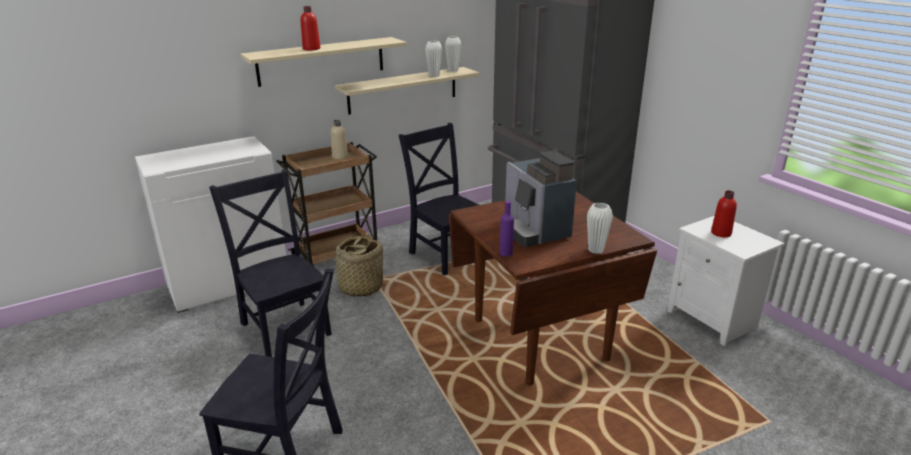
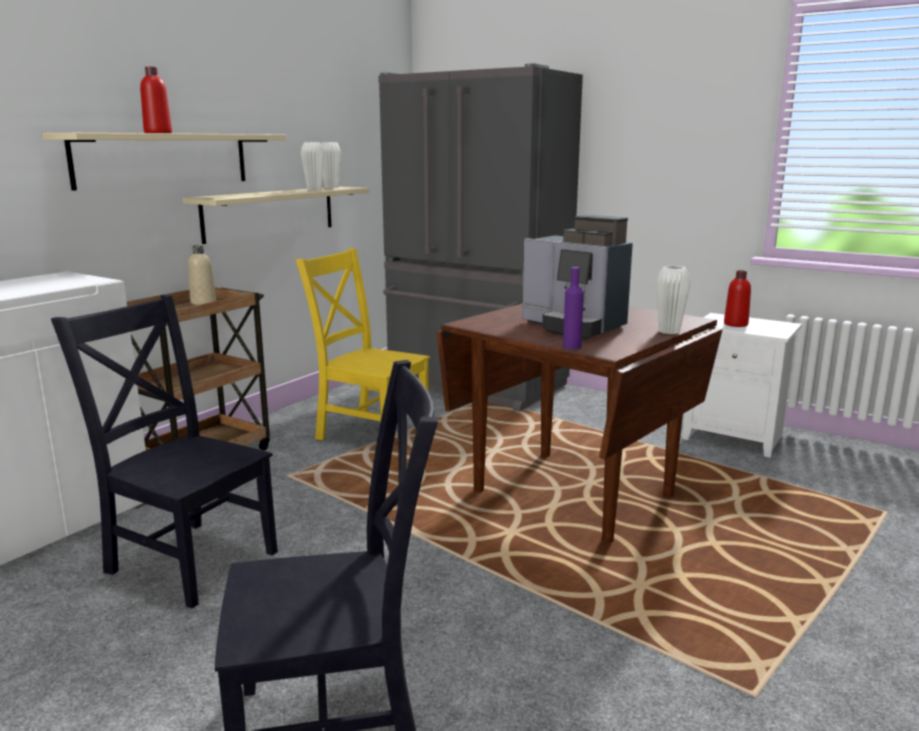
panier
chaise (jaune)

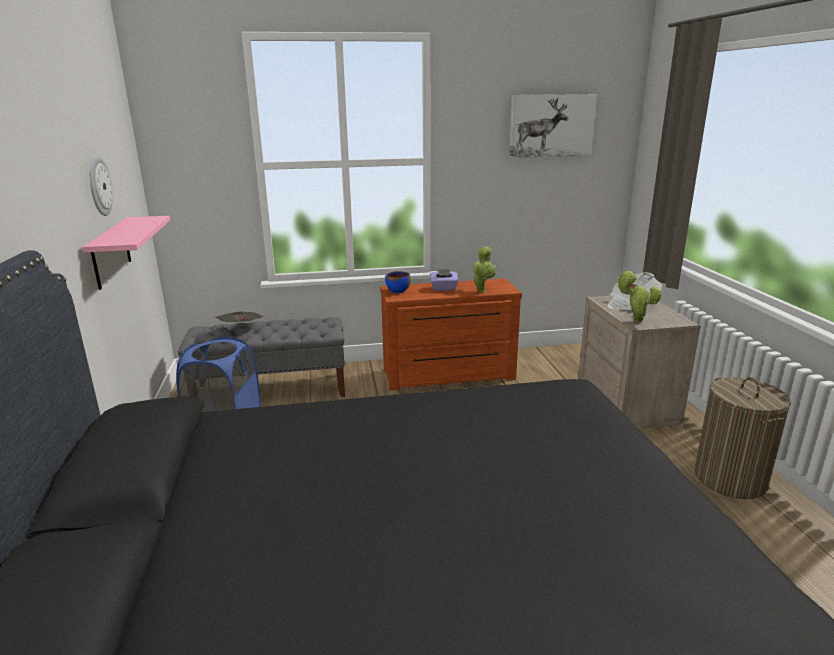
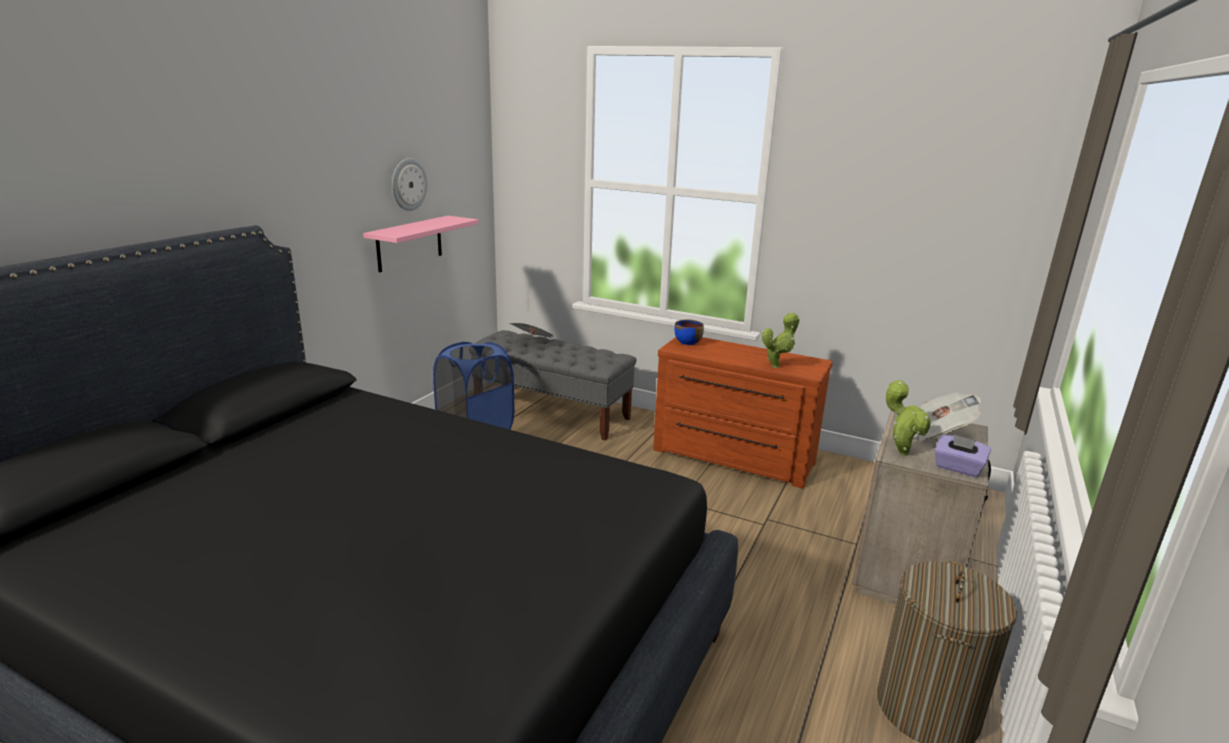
boîte à mouchoirs (violet)
tableau

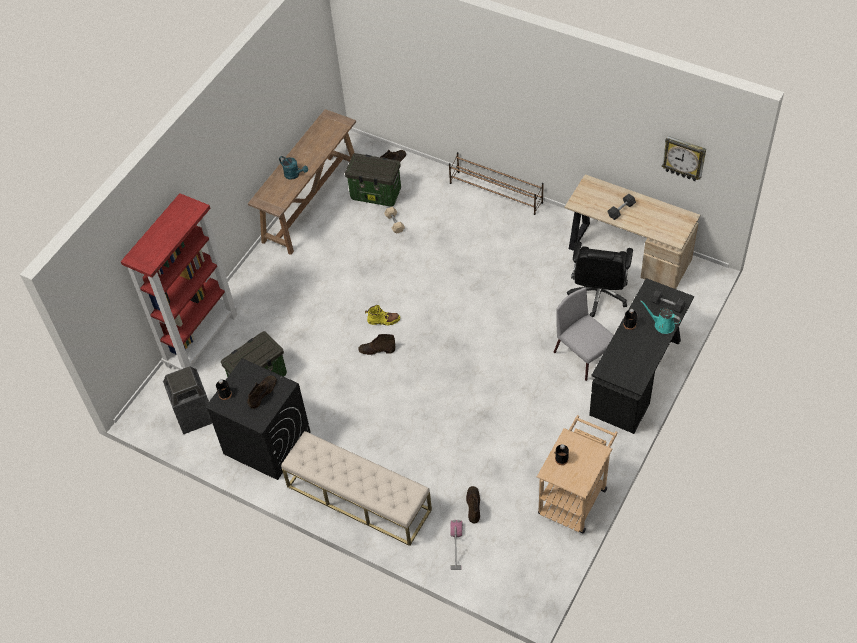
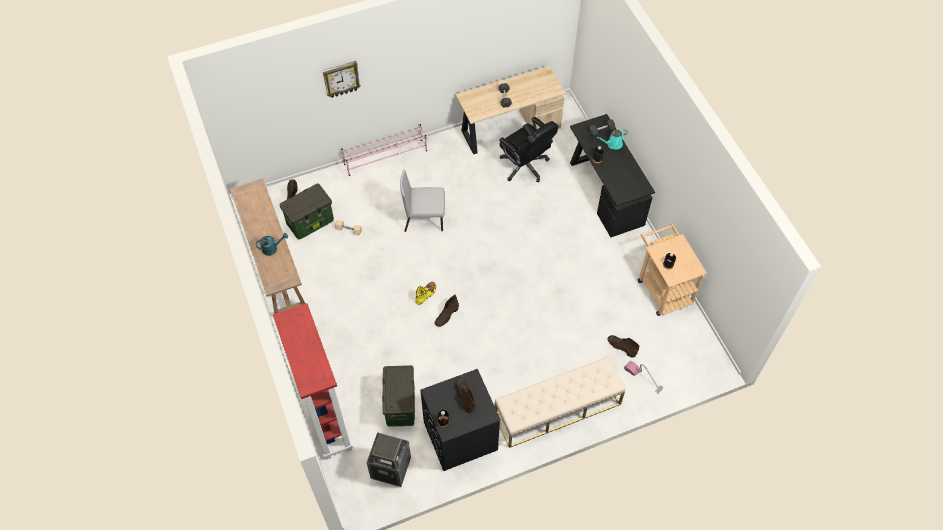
étagère à chaussures (rose)
chaise (gris)
horloge murale

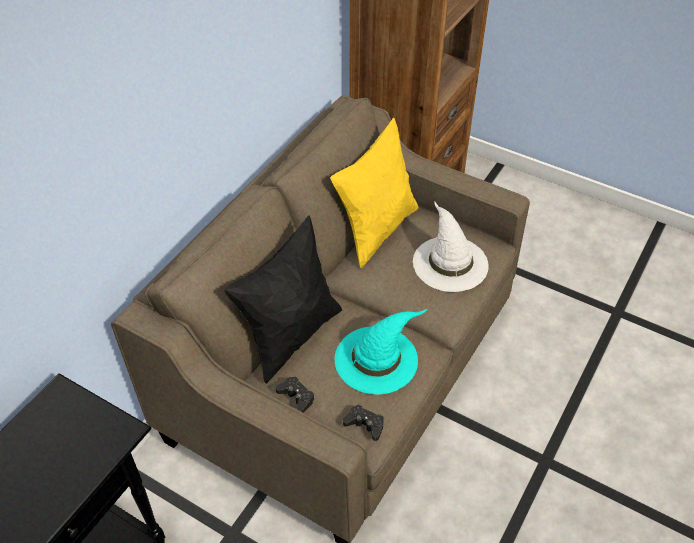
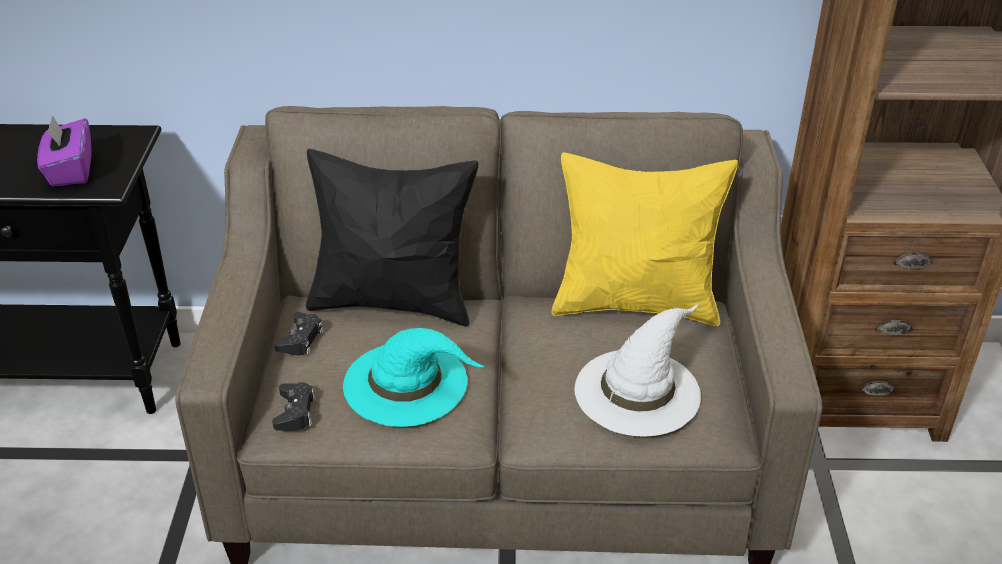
boîte à mouchoirs (violet)

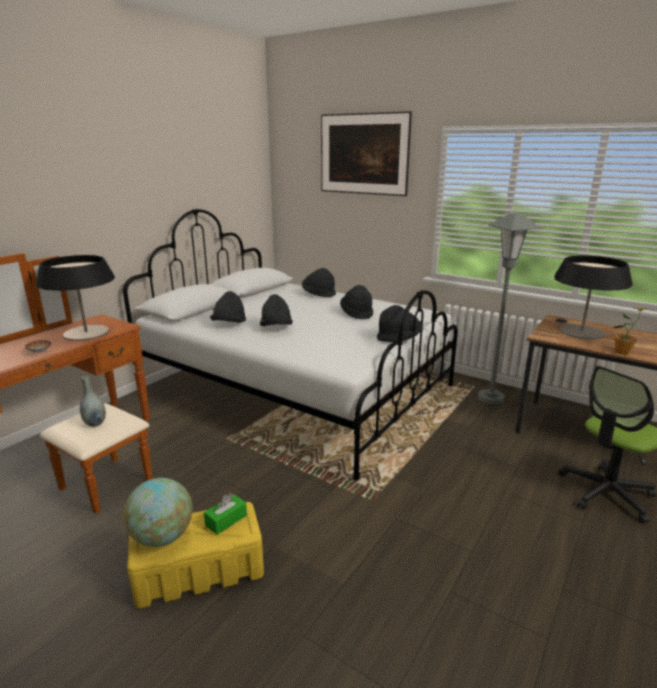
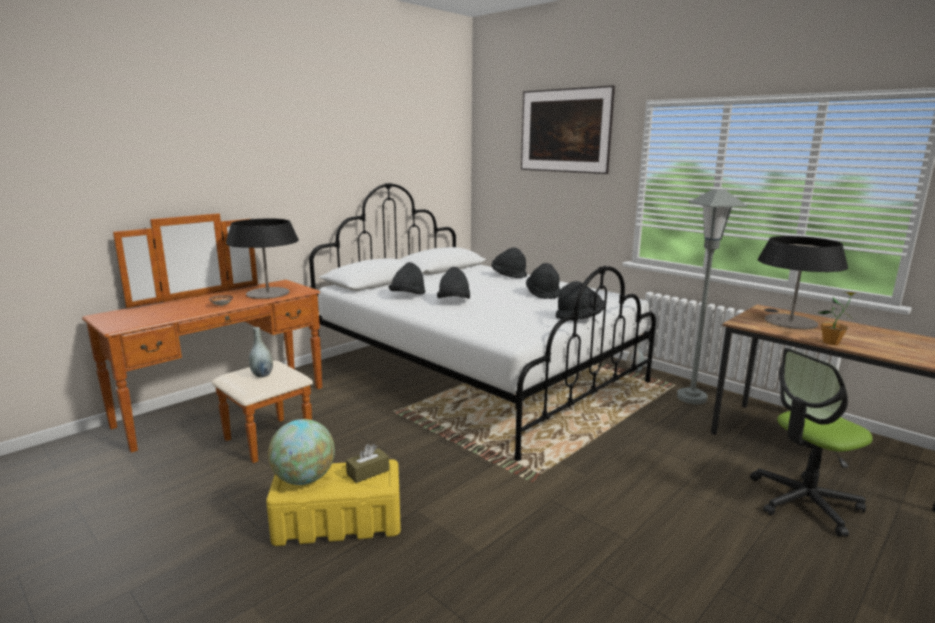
boîte à mouchoirs (marron)

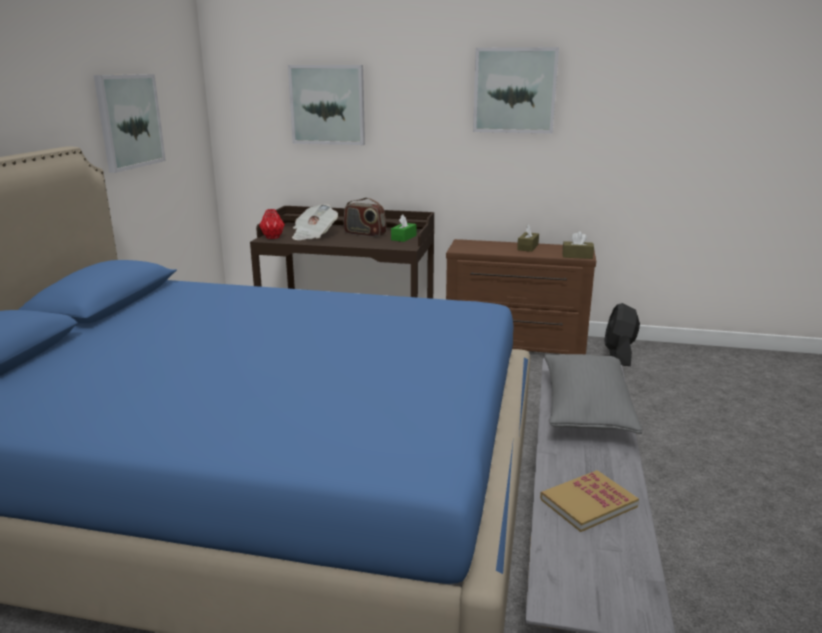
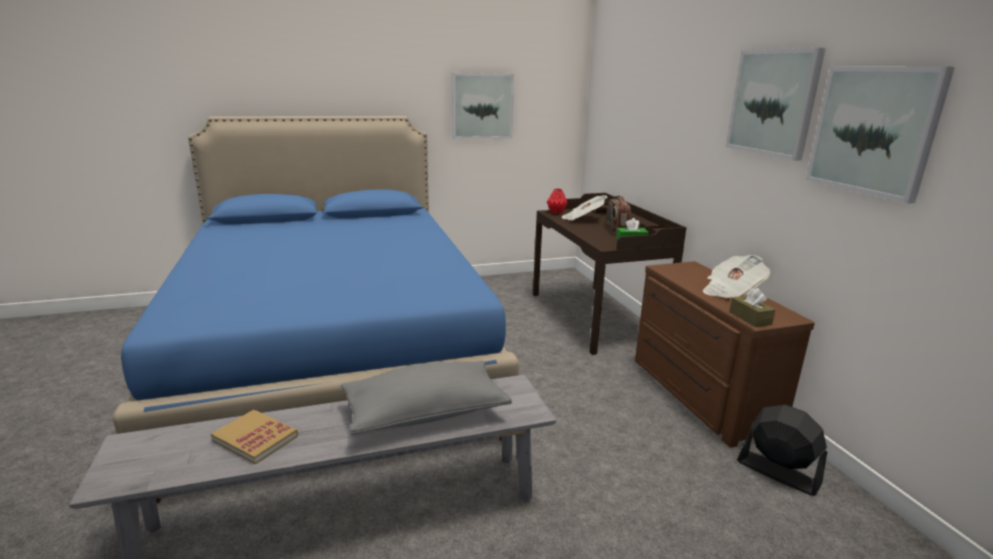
tableau (no. 3 from left)
journal (no. 2 from left)
ventilateur (noir)

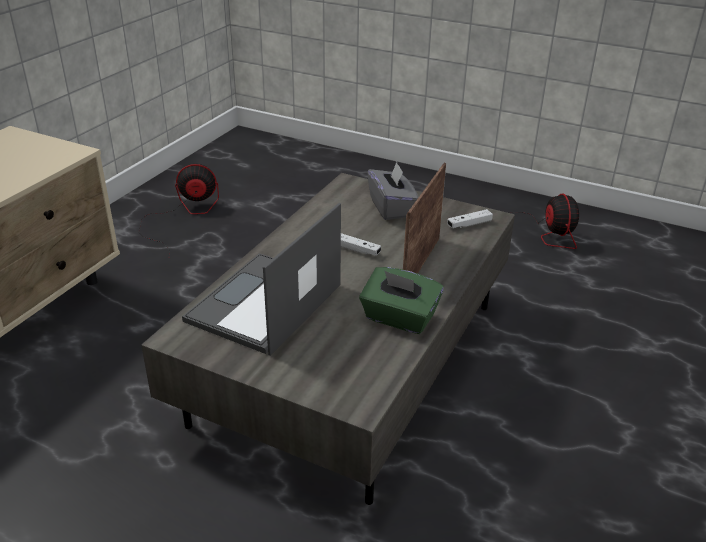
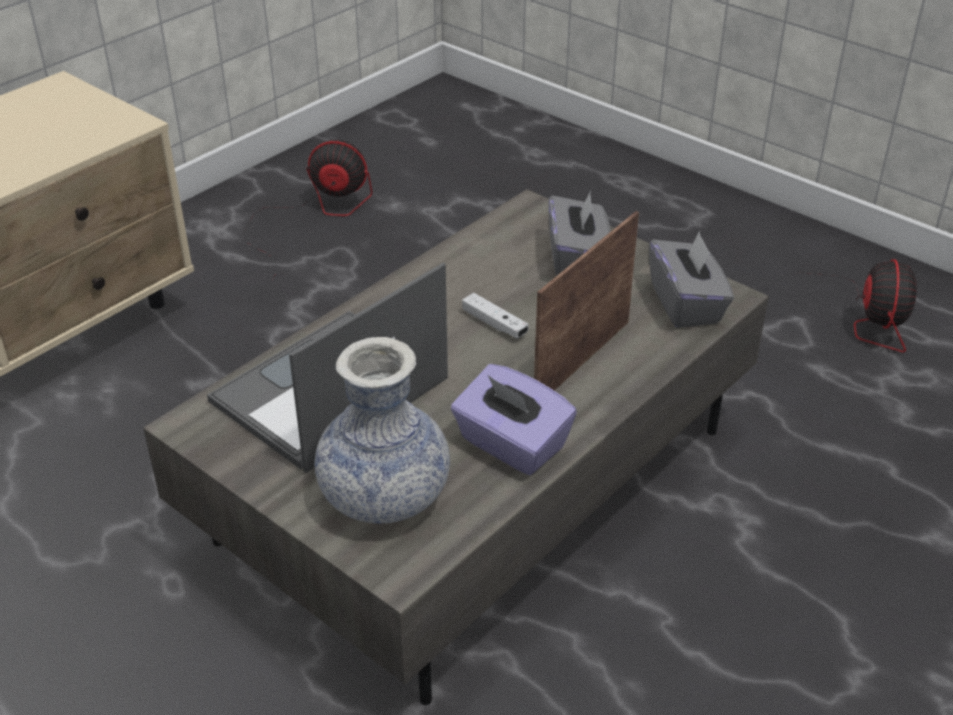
boîte à mouchoirs (violet)
boîte à mouchoirs (gris) (no. 2 from left)
vase

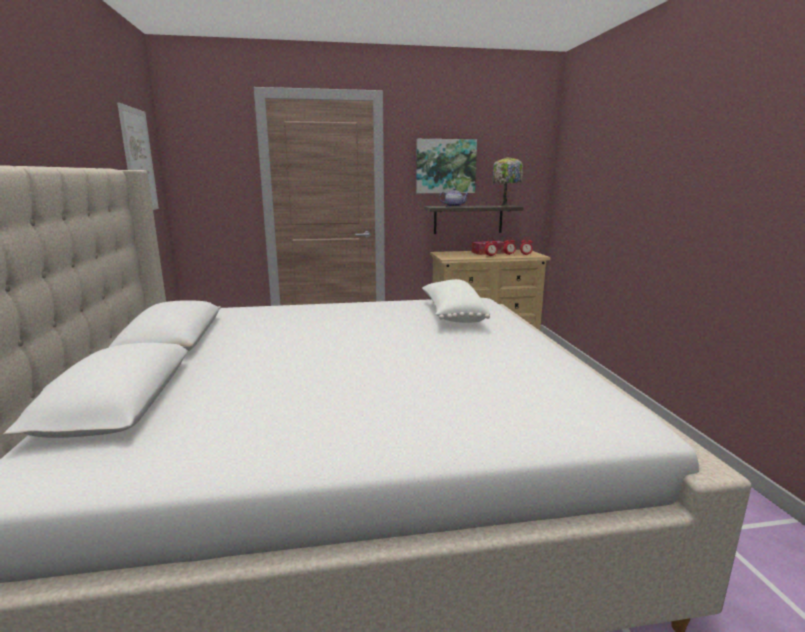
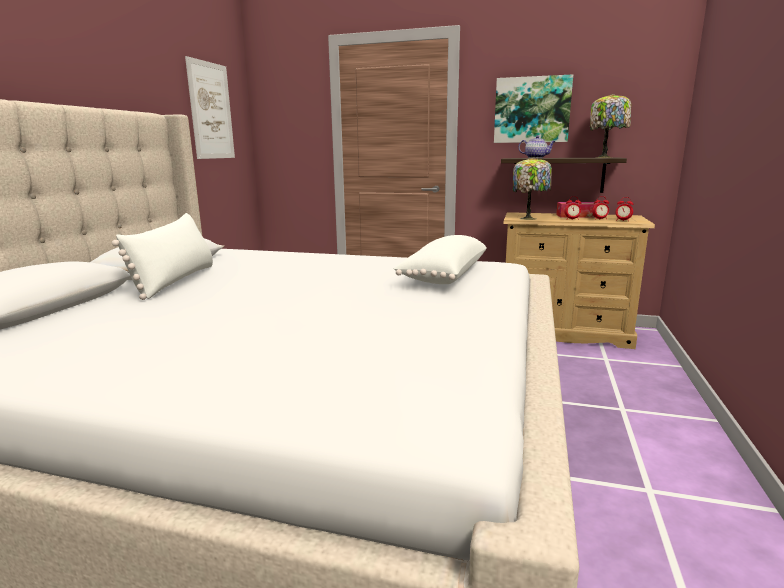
coussin (blanc) (no. 1 from left)
lampe de table (no. 1 from left)

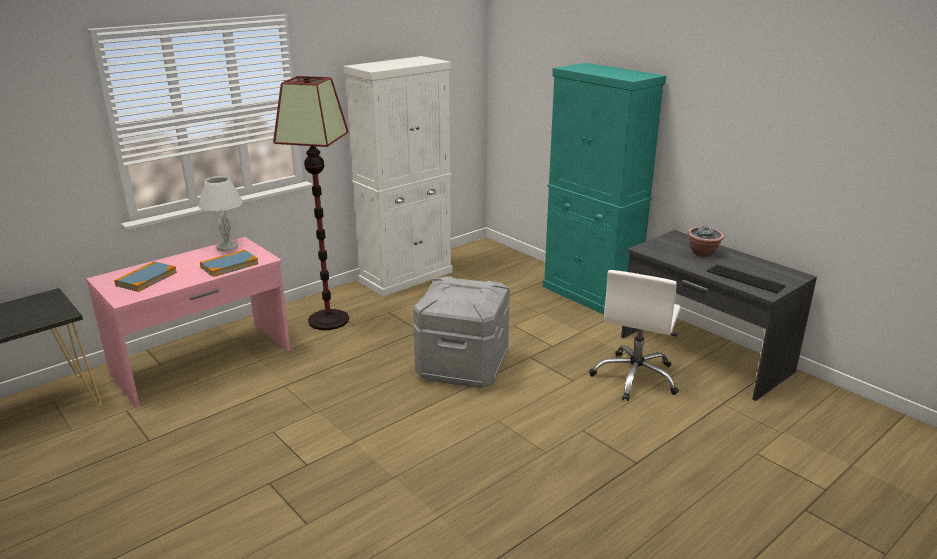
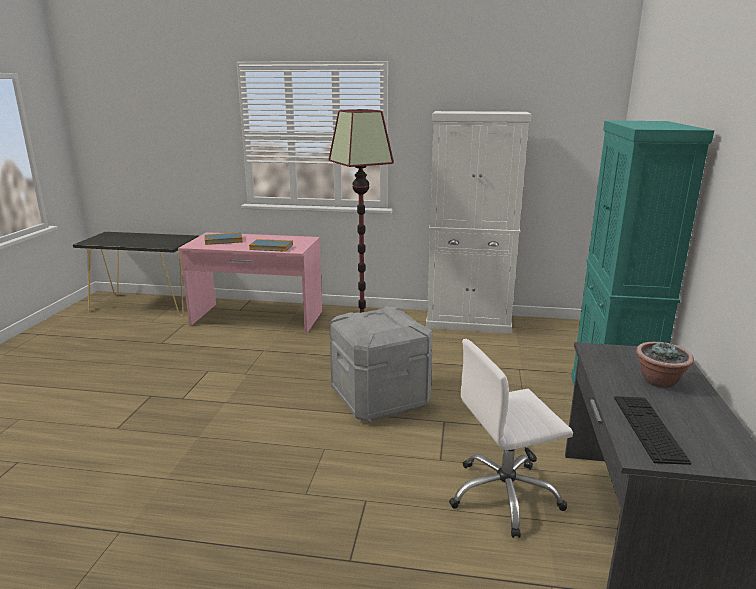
lampe de table (blanc)

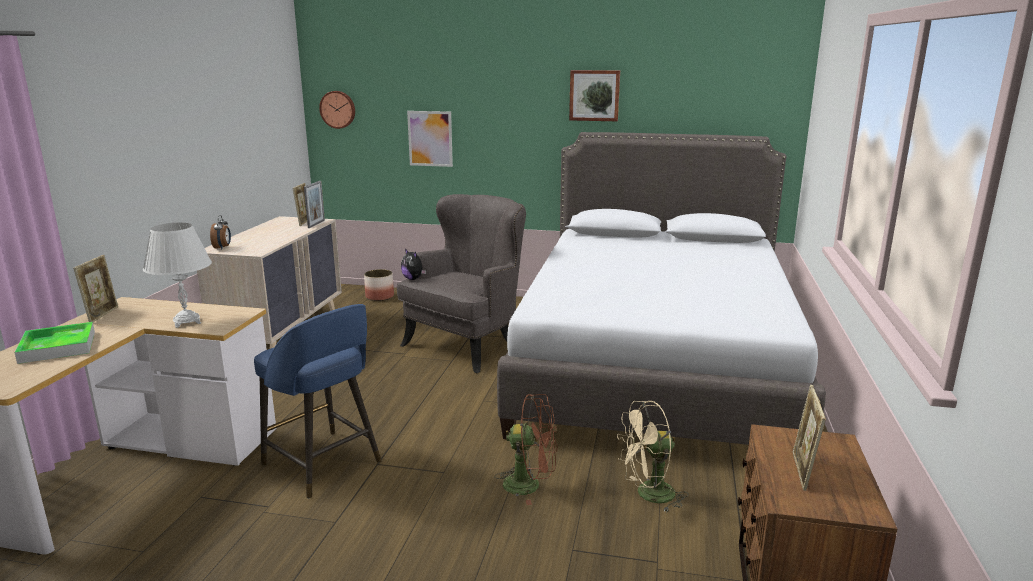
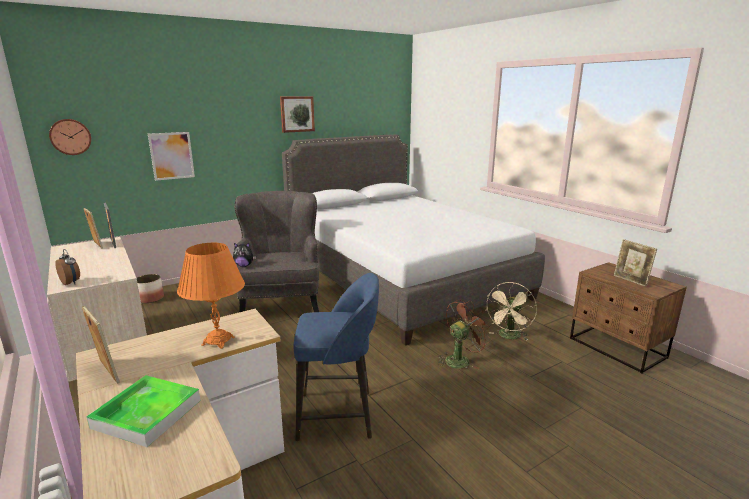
lampe de table (orange)

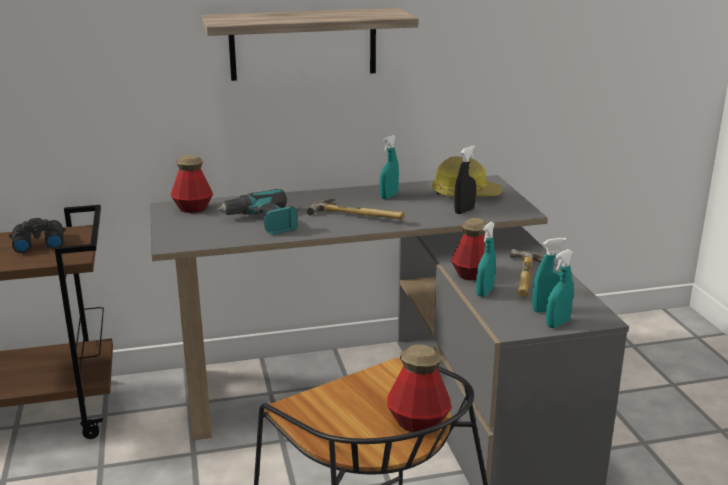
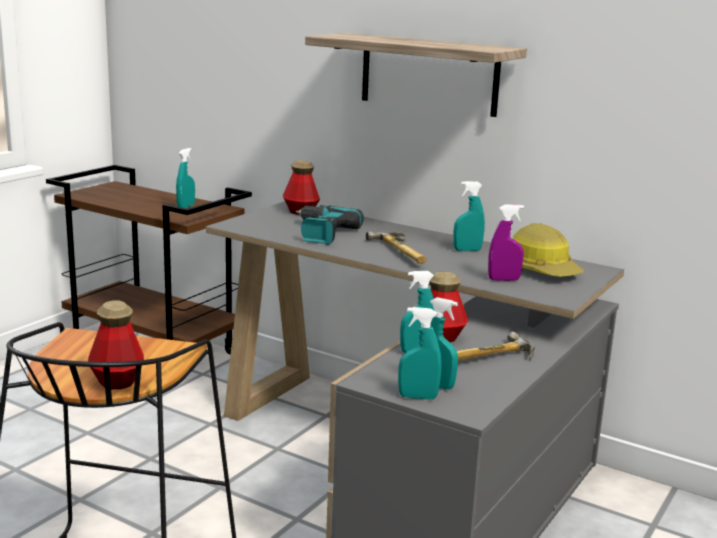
vaporisateur (turquoise) (no. 1 from left)
vaporisateur (violet)

